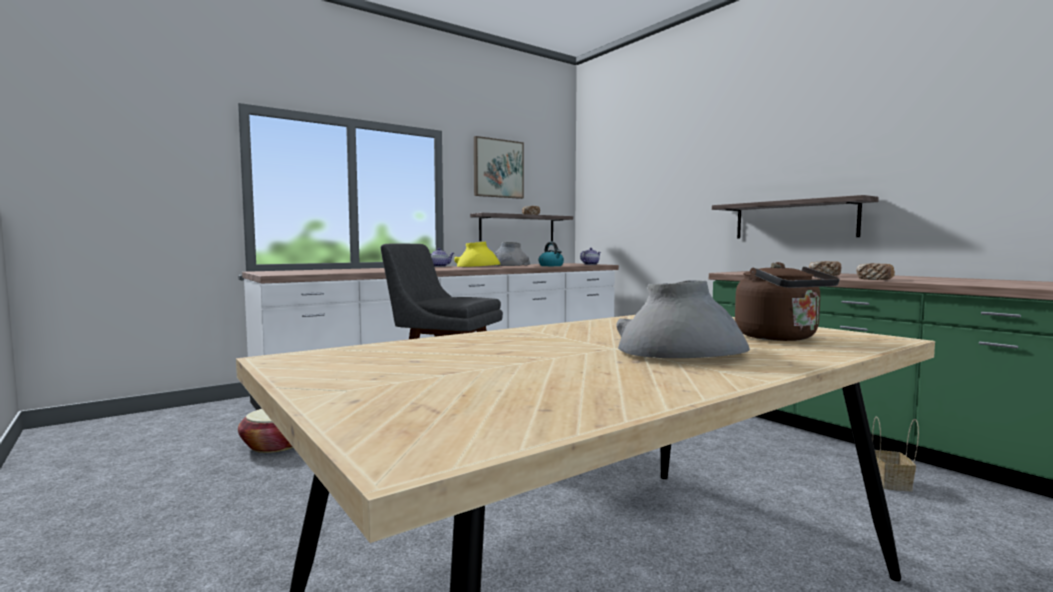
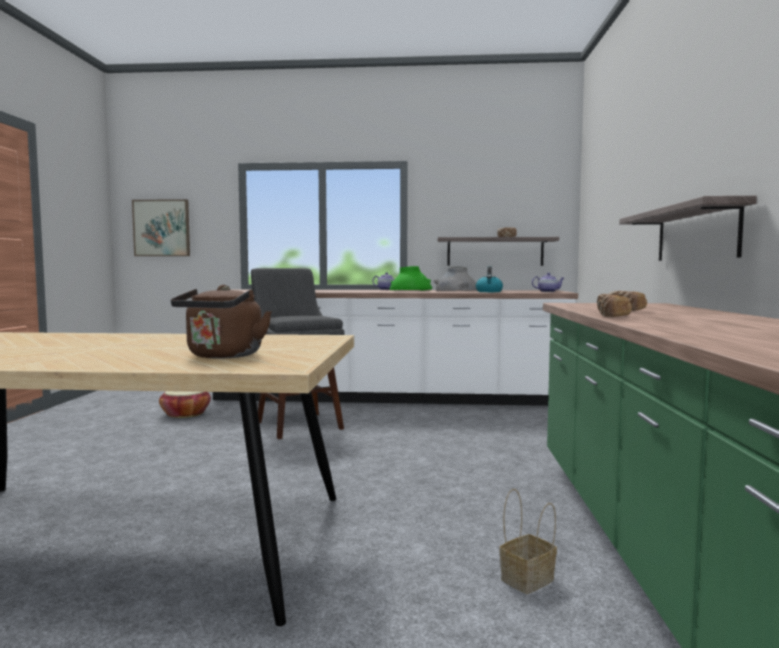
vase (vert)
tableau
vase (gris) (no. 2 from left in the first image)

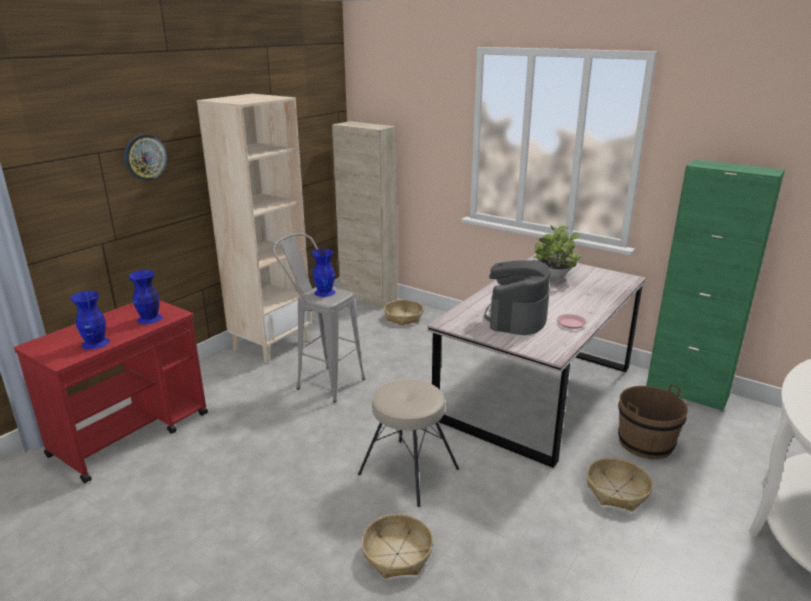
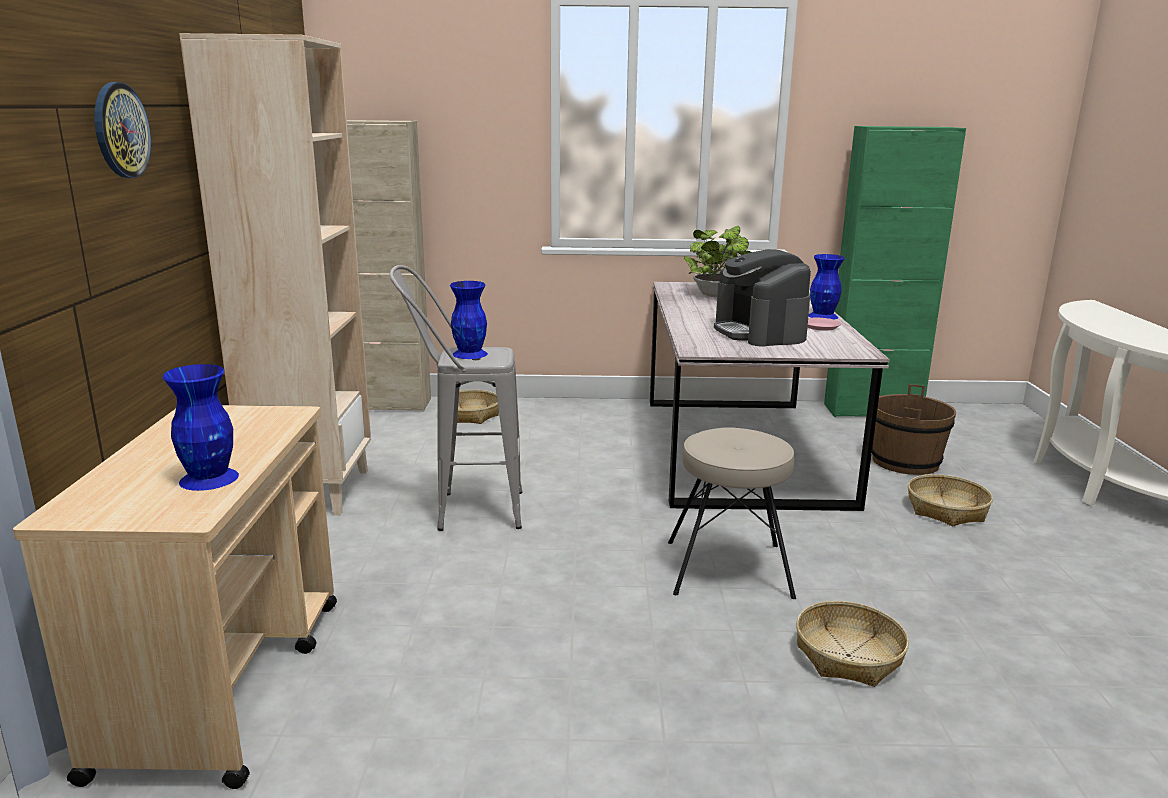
chariot (beige)
vase (bleu) (no. 3 from left)

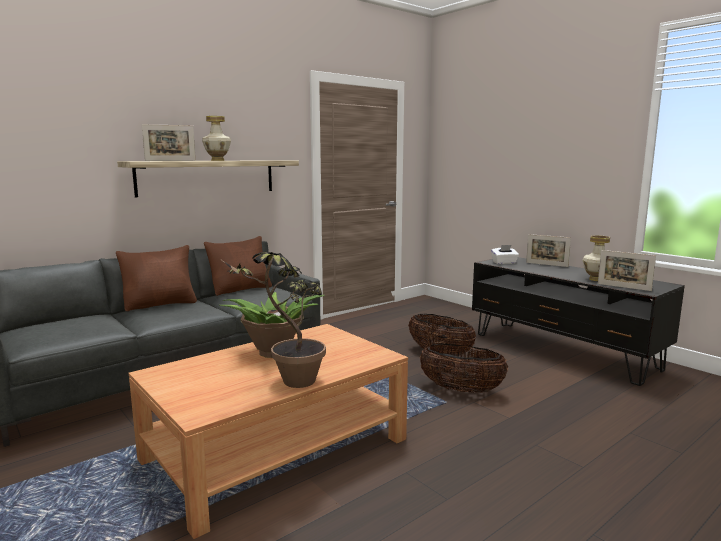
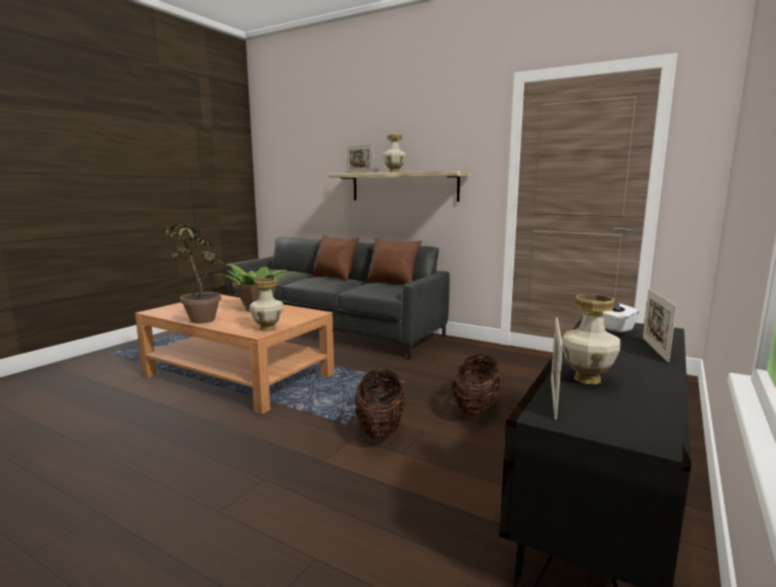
vase (no. 1 from left)

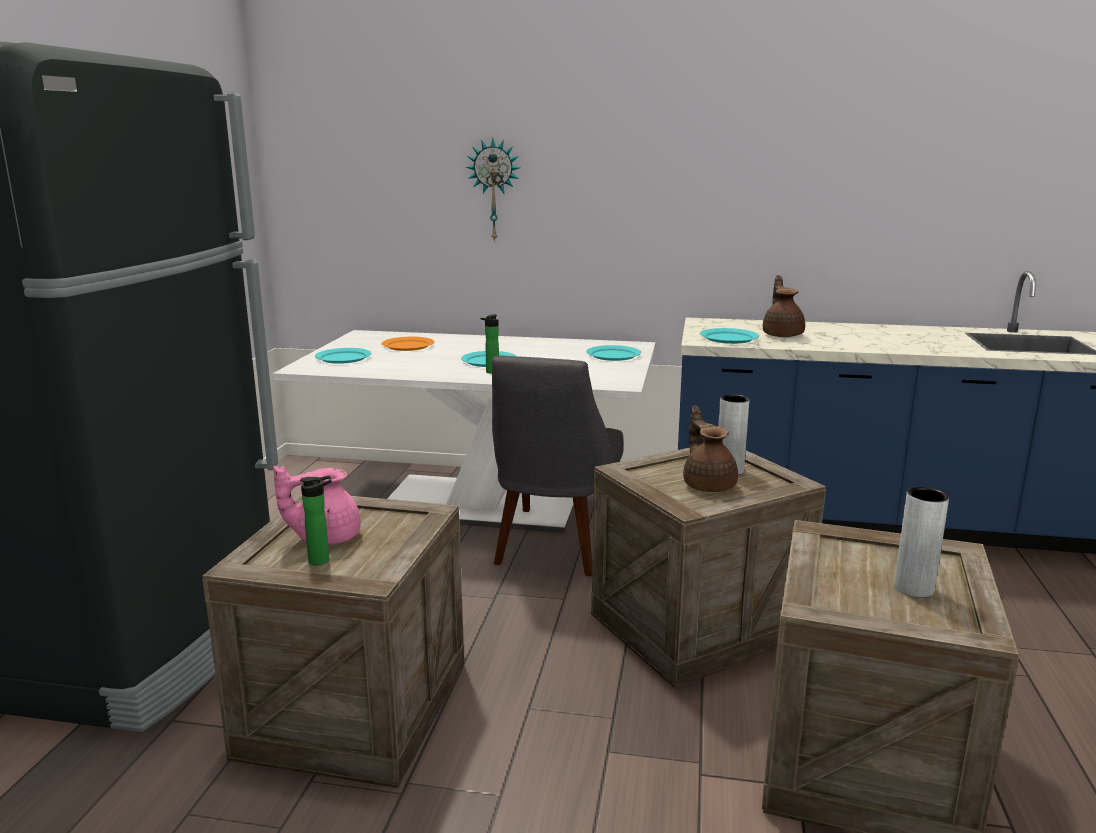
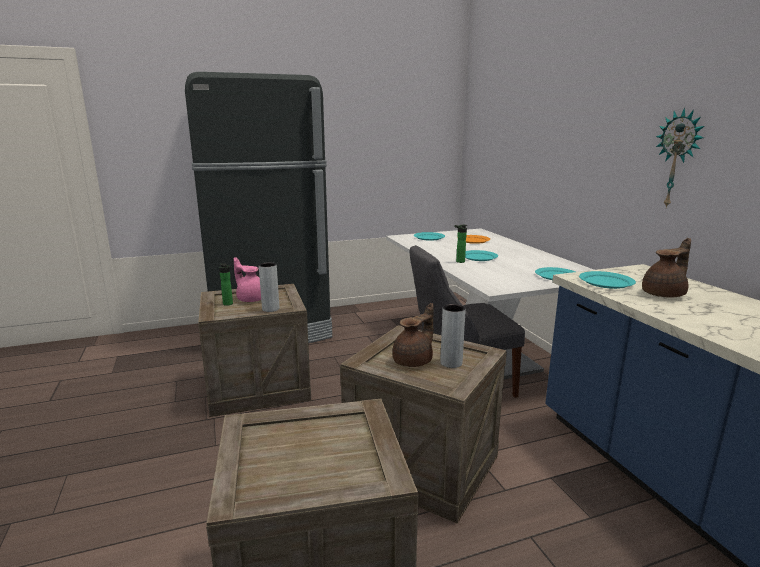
horloge murale
vase (gris) (no. 1 from left)

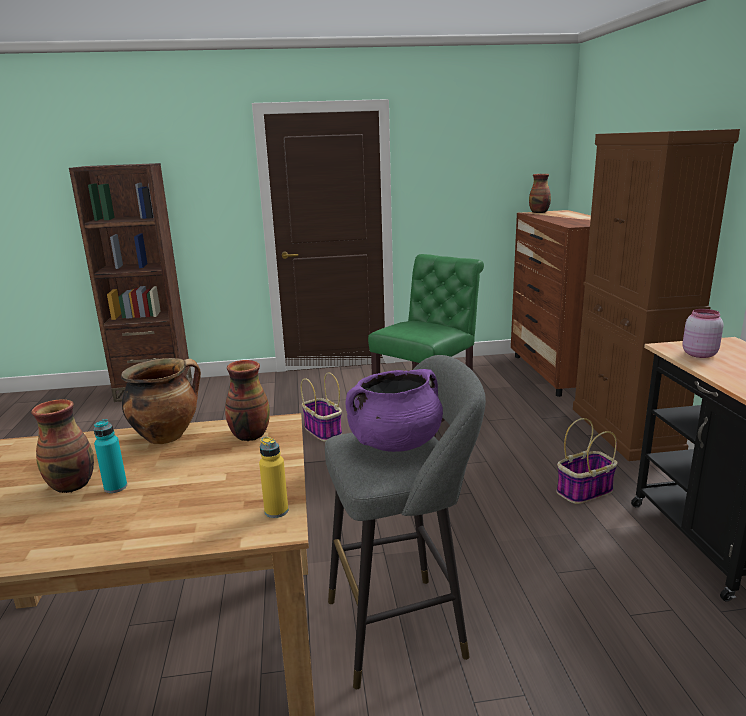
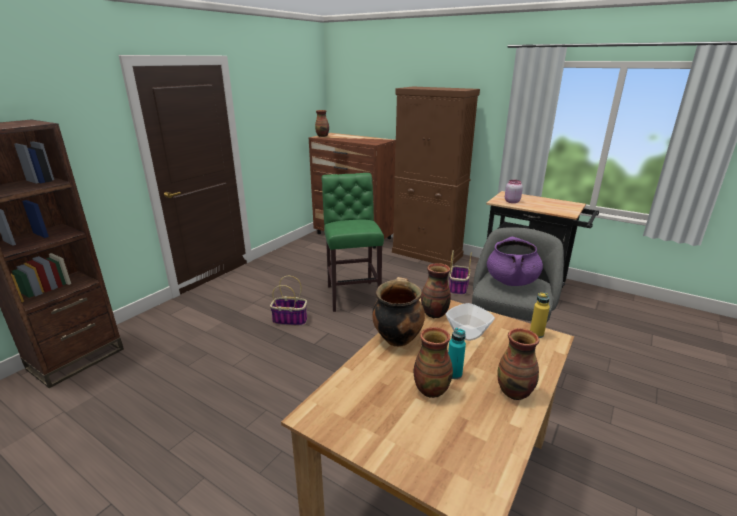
bol
vase (no. 4 from left)

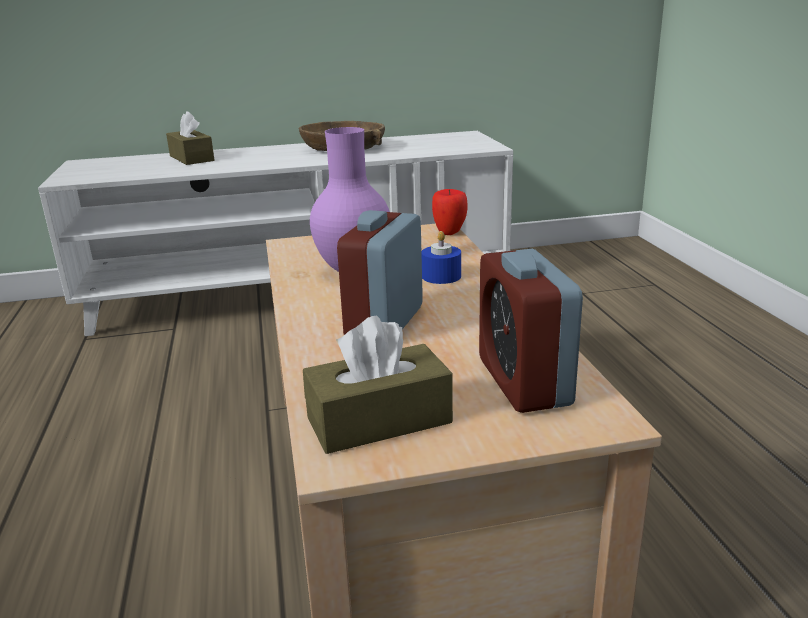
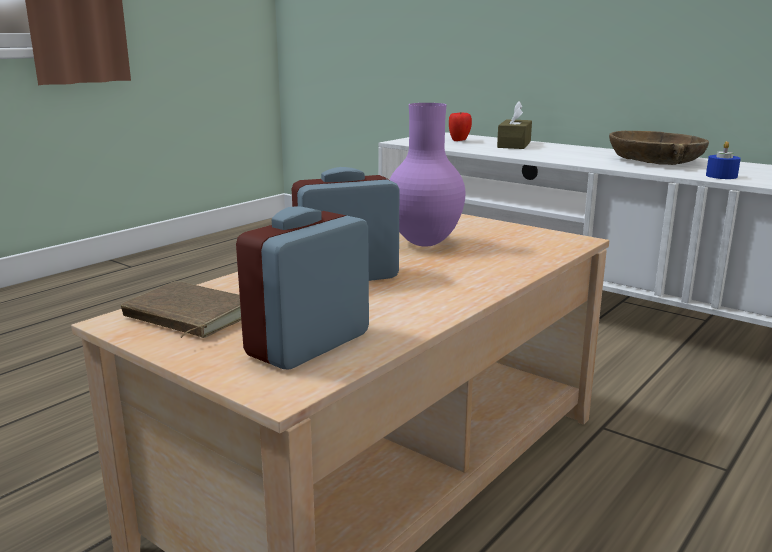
livre (marron)
bougie (bleu)
pomme

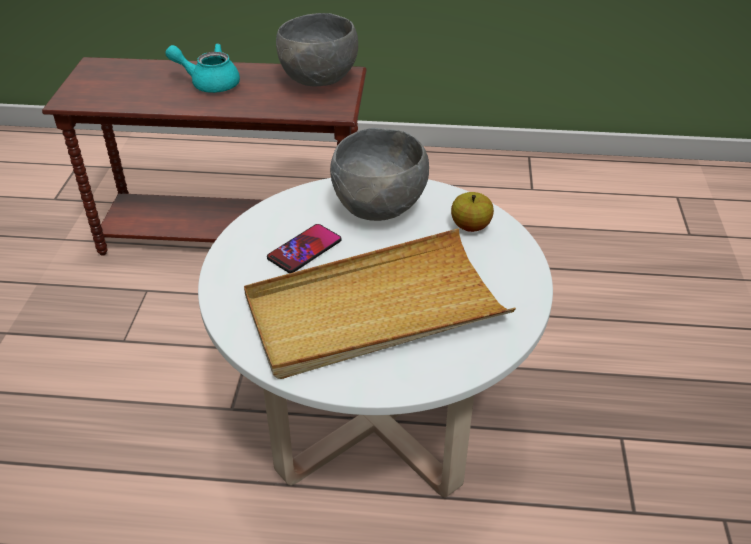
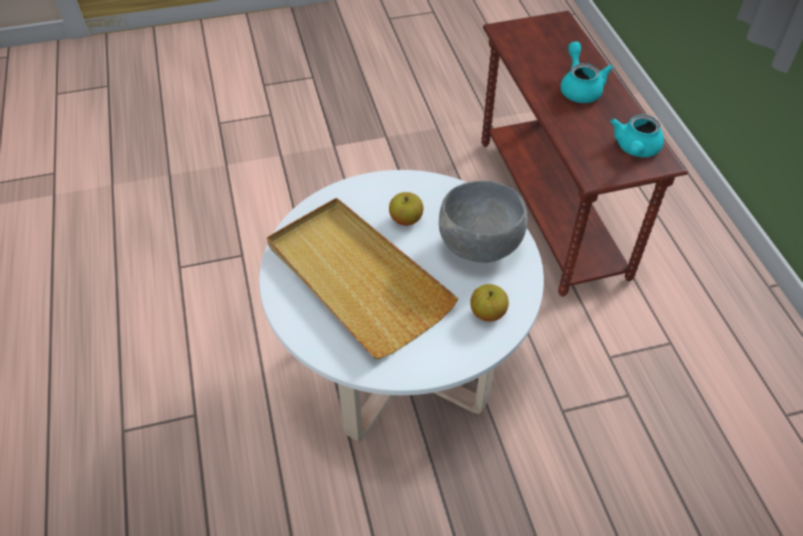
pomme (no. 1 from left)
théière (turquoise) (no. 2 from left)

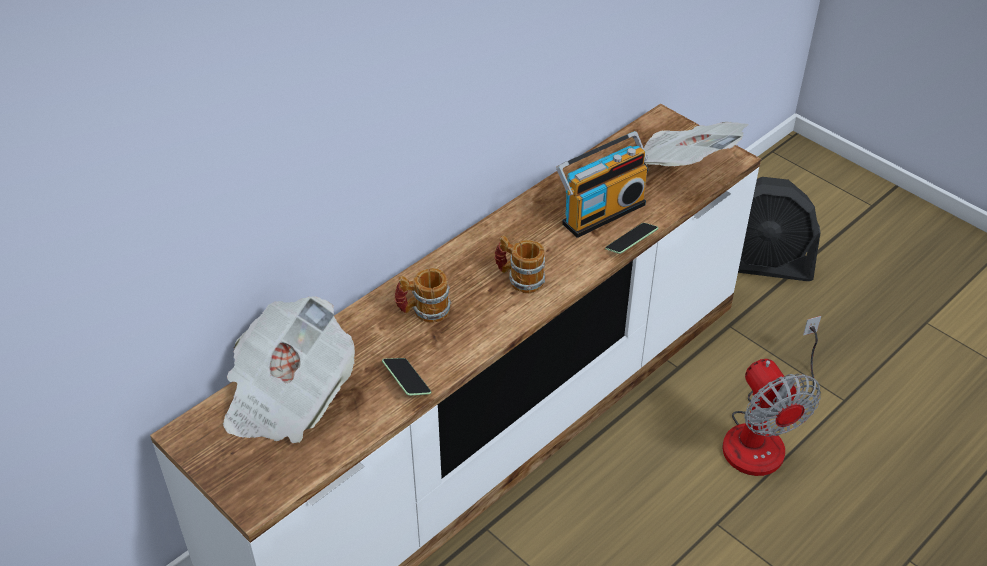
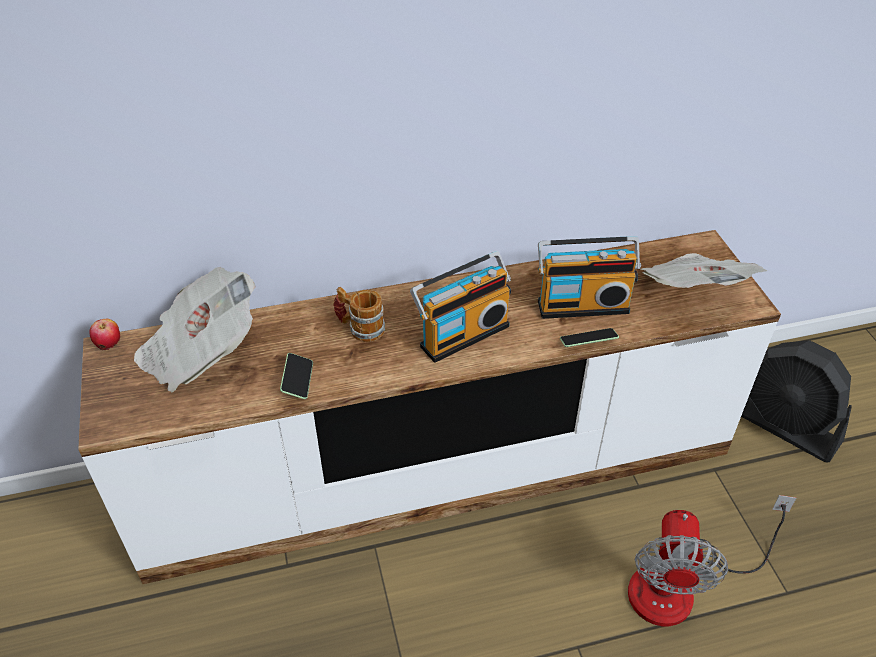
radio (no. 1 from left)
pomme

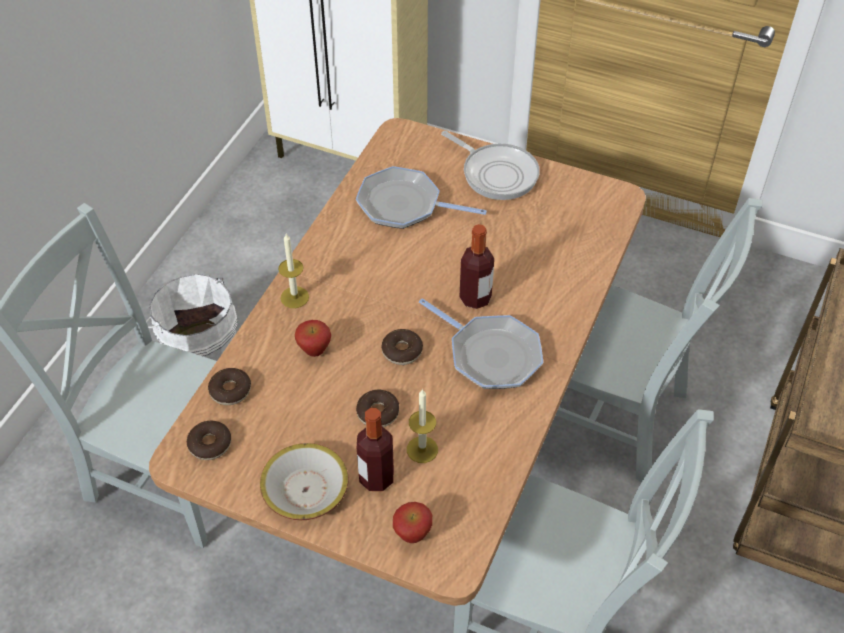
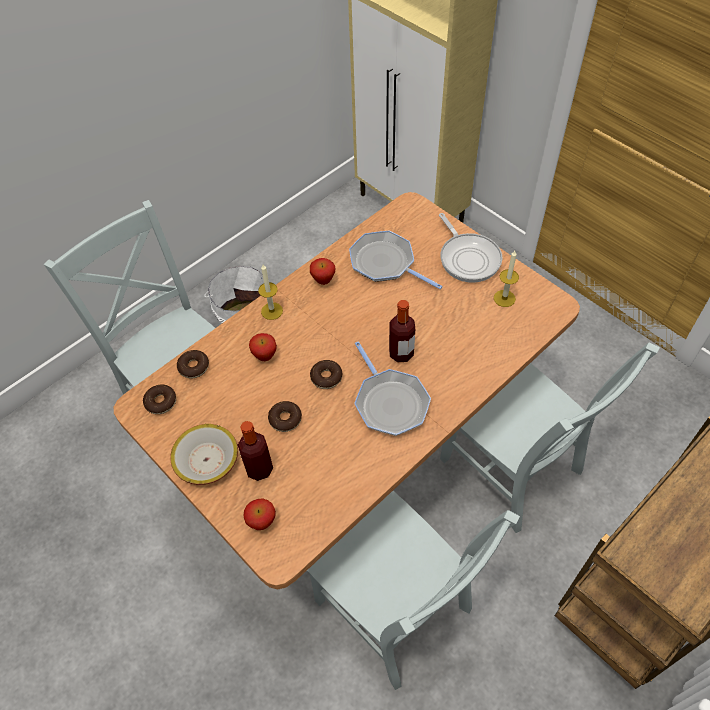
bougie (no. 2 from left)
pomme (no. 3 from left)

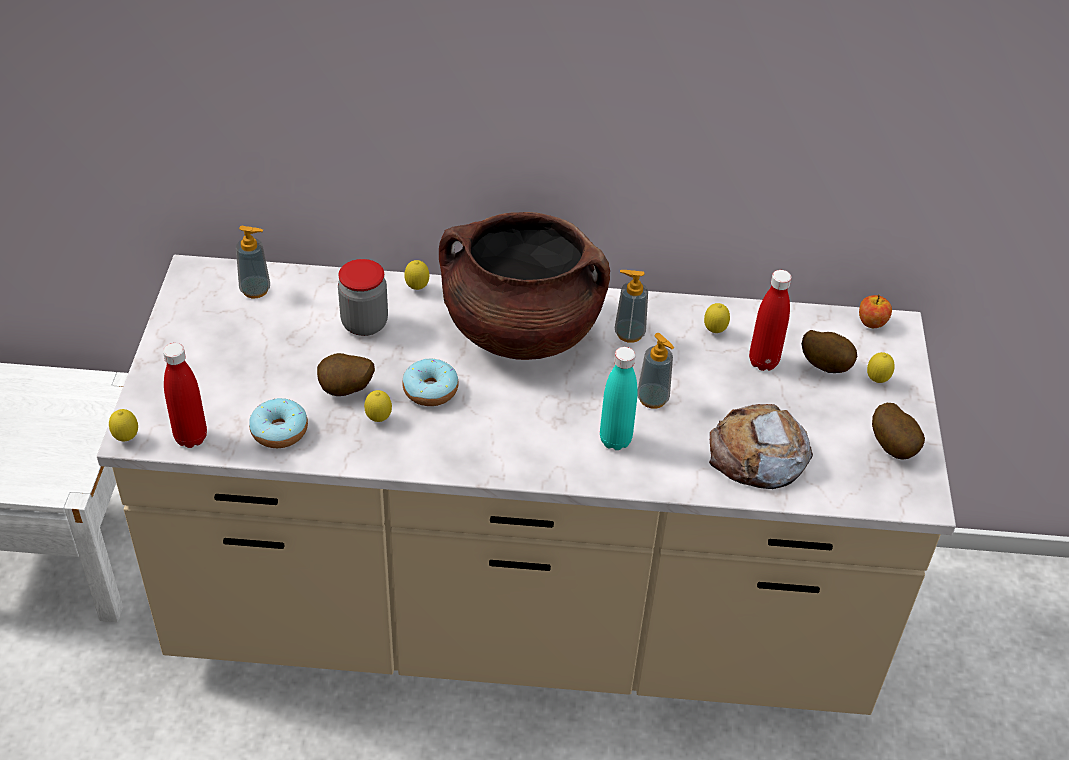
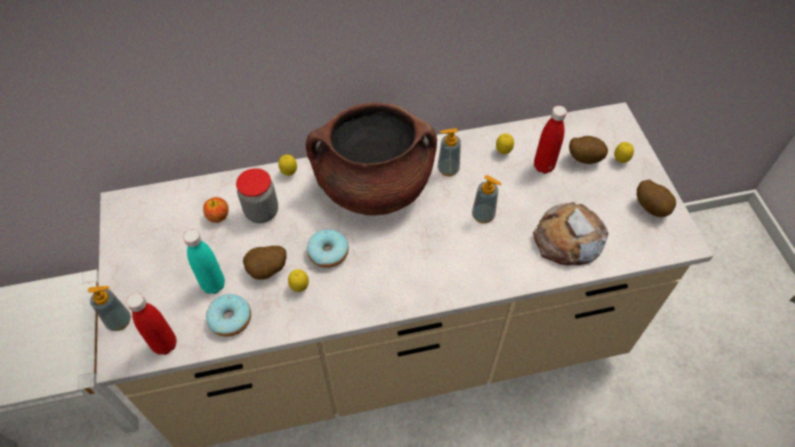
citron (no. 1 from left in the first image)
distributeur de savon (no. 1 from left)
bouteille (turquoise)
pomme

